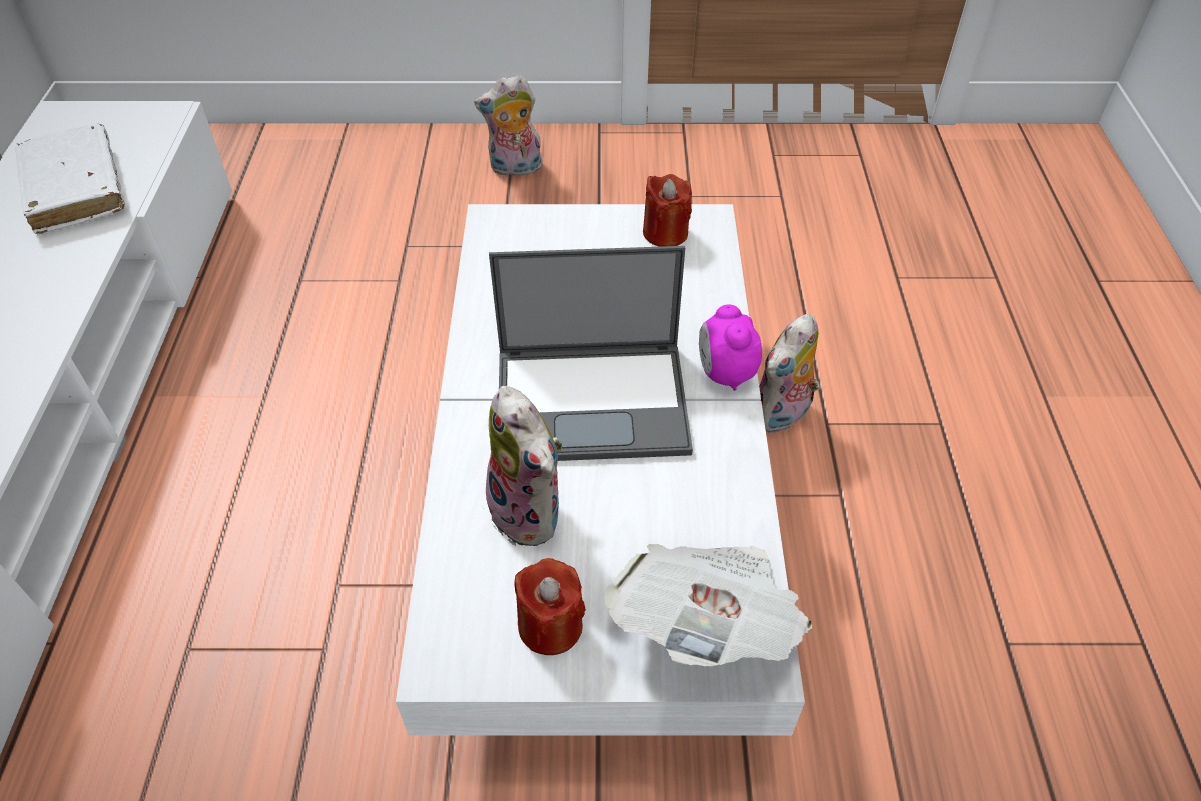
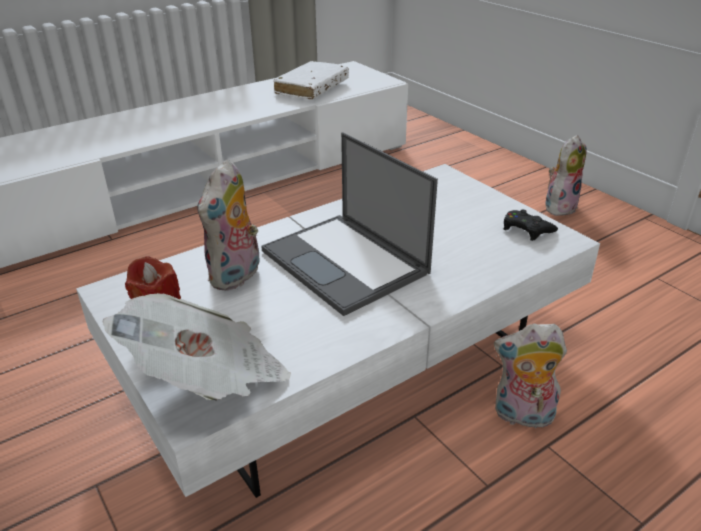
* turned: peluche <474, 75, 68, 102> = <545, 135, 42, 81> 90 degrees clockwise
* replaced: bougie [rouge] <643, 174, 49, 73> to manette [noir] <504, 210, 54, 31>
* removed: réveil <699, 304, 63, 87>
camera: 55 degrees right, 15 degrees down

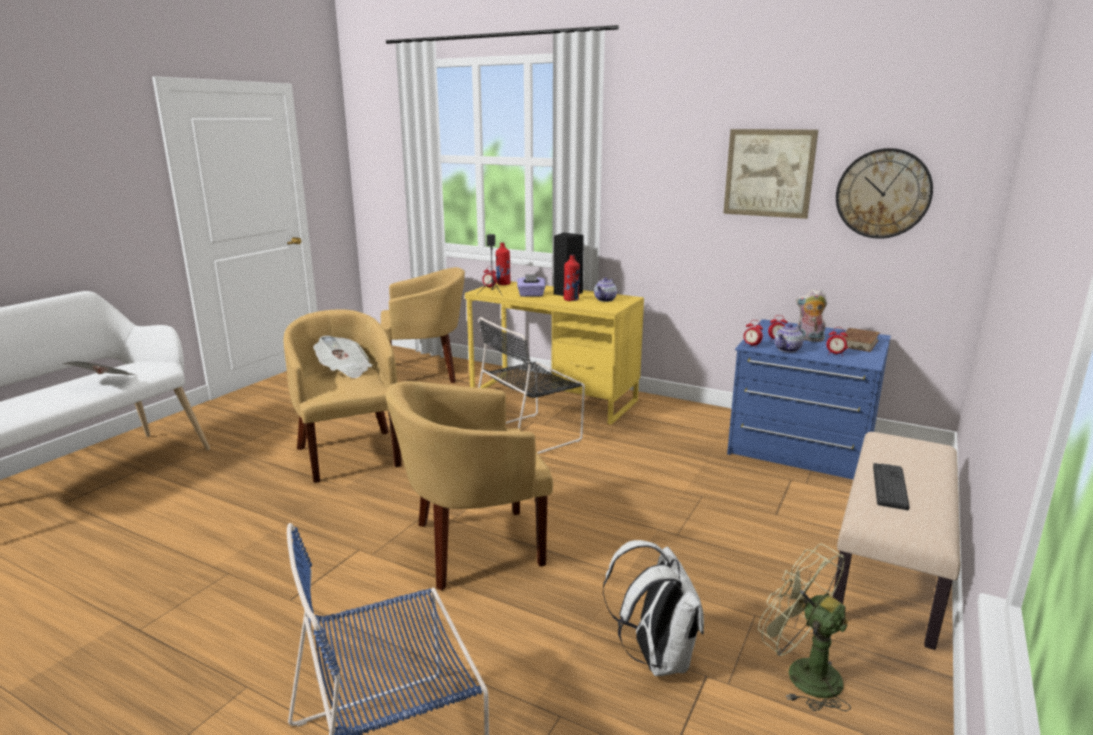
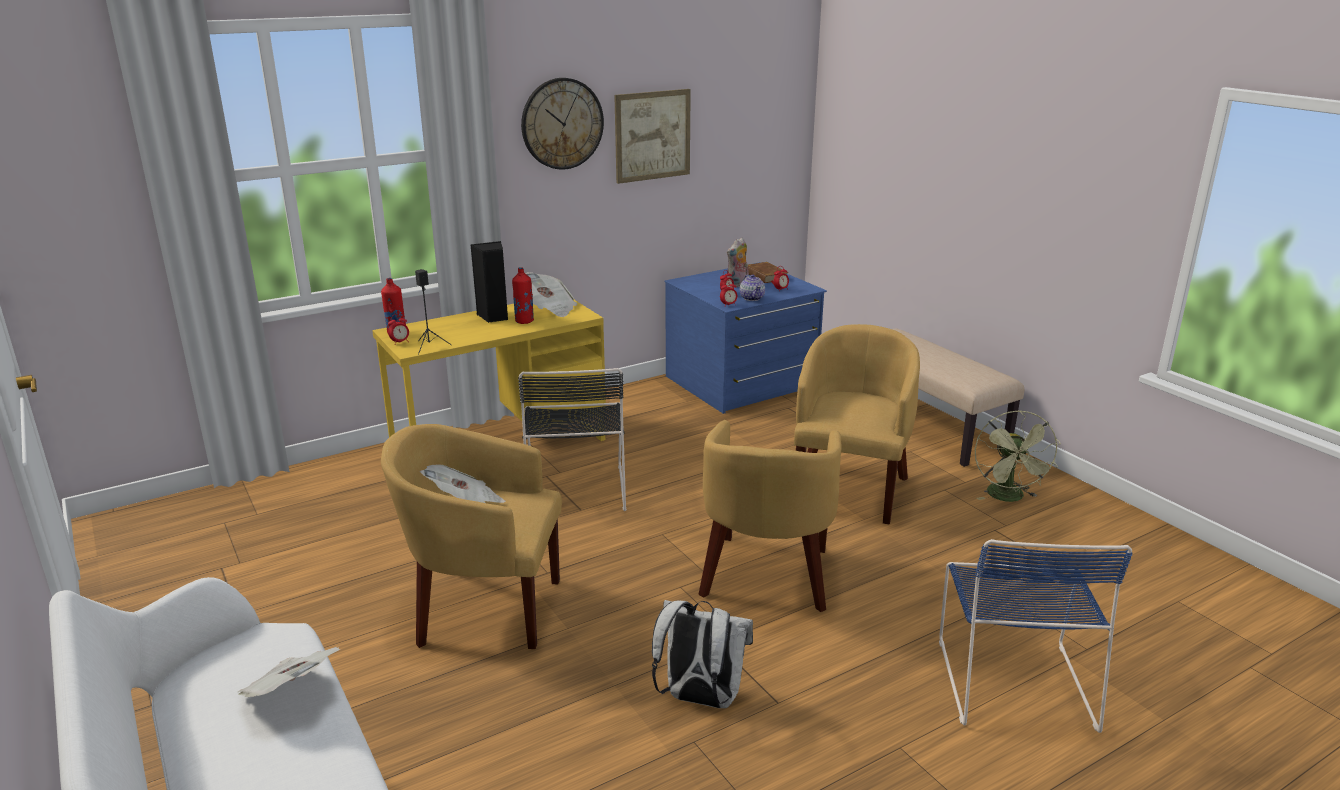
* moved: fauteuil [jaune] <380, 267, 85, 116> to <794, 324, 126, 200>
* removed: boîte à mouchoirs [violet] <517, 274, 29, 23>
* replaced: théière <594, 278, 23, 24> to journal <525, 272, 52, 45>
* moved: sac à dos [blanc] <603, 540, 101, 136> to <652, 600, 101, 108>
* turned: ventilateur [vert] <758, 544, 93, 167> = <975, 410, 86, 92> 75 degrees counterclockwise
* moved: horloge murale <836, 148, 97, 91> to <521, 78, 83, 92>
* removed: clavier <873, 463, 37, 47>
camera: 60 degrees left, 5 degrees up

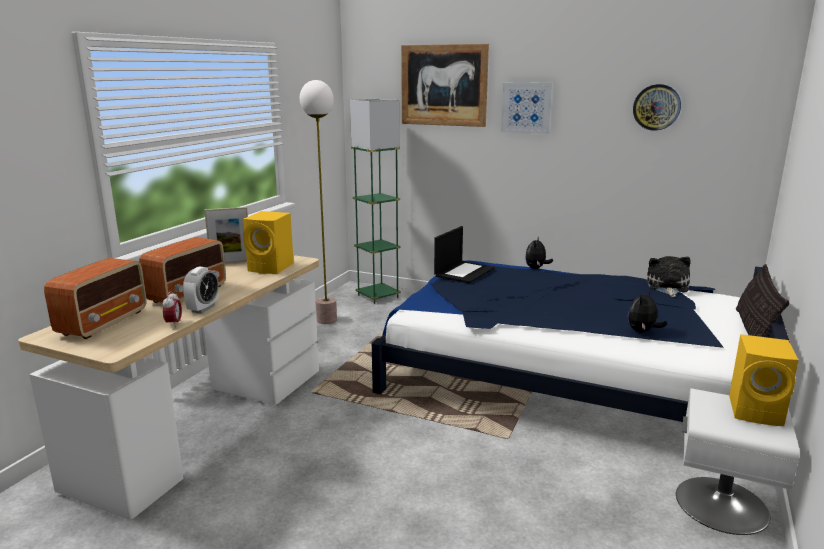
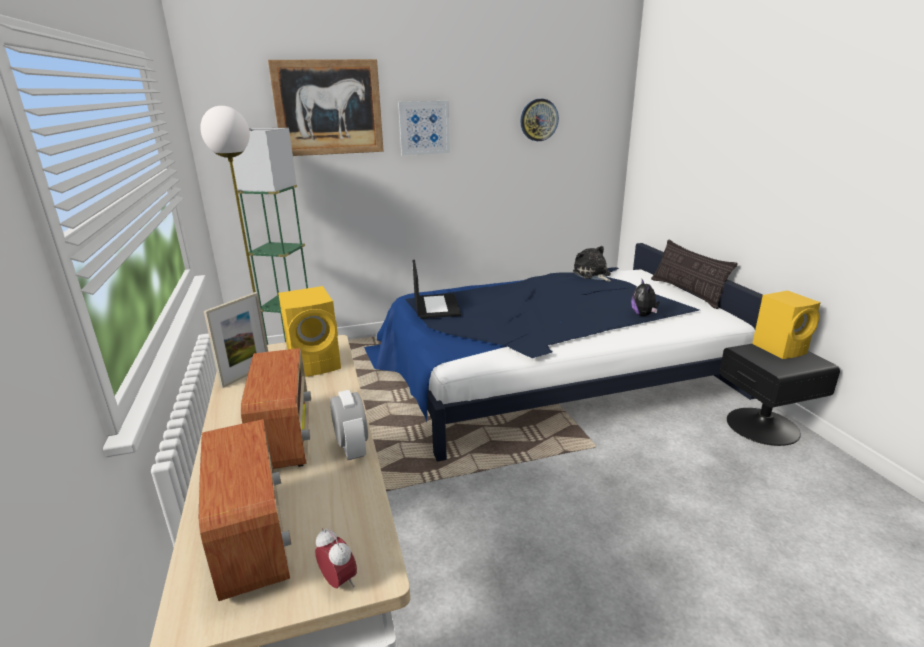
* moved: réveil <163, 291, 19, 36> to <315, 528, 42, 61>
* removed: peluche <525, 237, 28, 32>
* recoloured: table de chevet [blanc] <676, 388, 124, 147> to table de chevet [noir] <720, 344, 120, 102>
camera: 40 degrees left, 5 degrees up

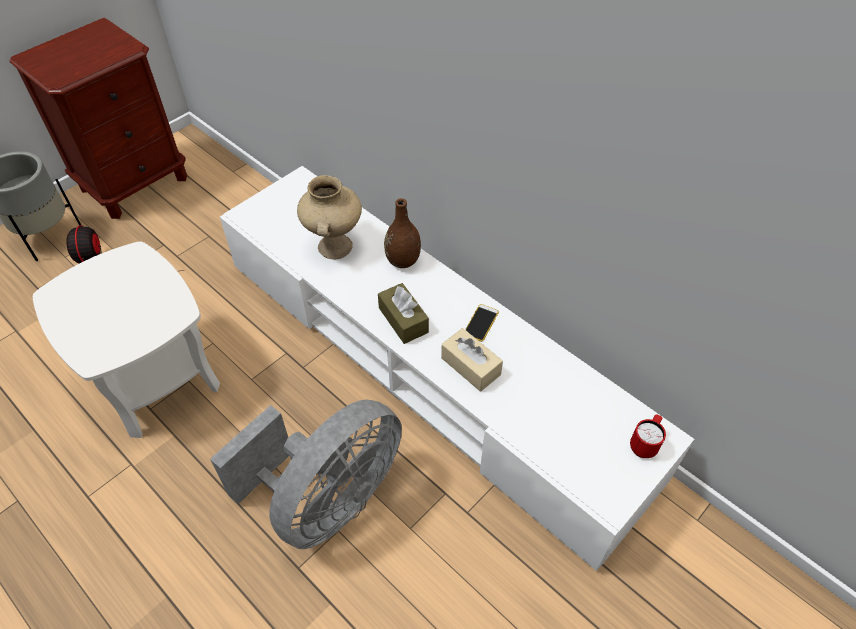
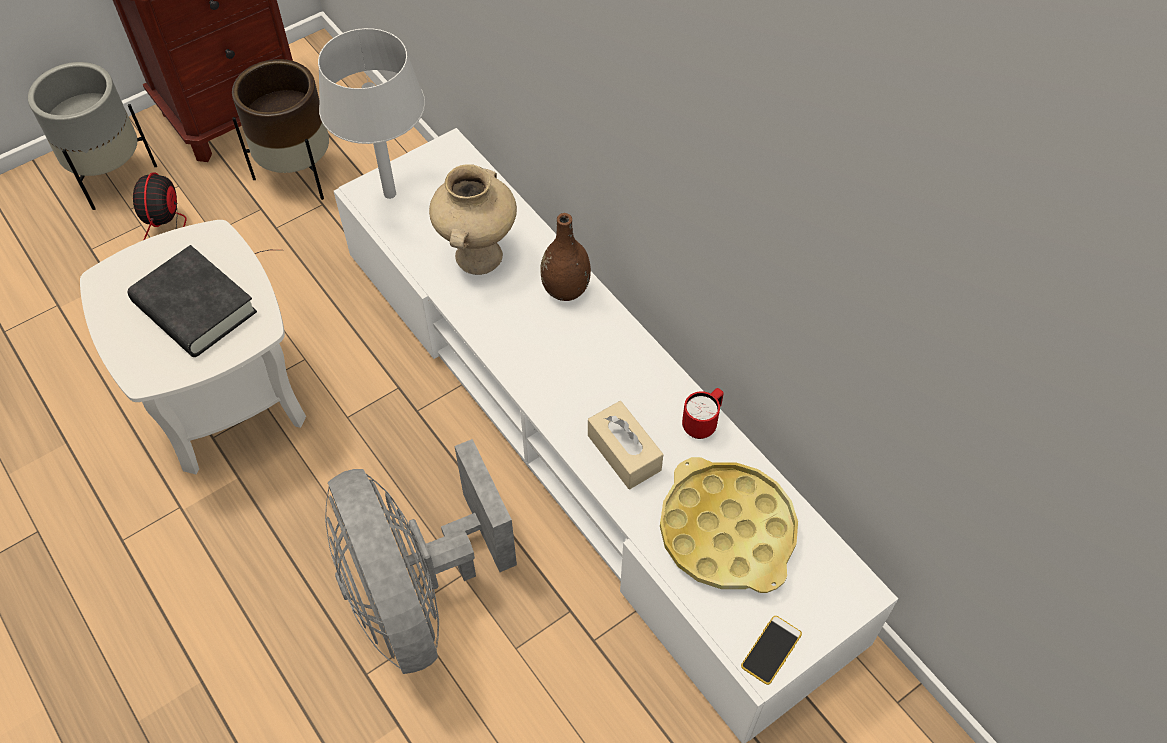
* turned: ventilateur [gris] <210, 399, 192, 150> = <325, 439, 192, 235> 105 degrees clockwise
* removed: boîte à mouchoirs [marron] <378, 283, 51, 61>
* moved: téléphone <465, 304, 34, 38> to <741, 616, 61, 69>
* moved: mug [rouge] <630, 414, 36, 44> to <682, 388, 42, 51>
* added: livre [noir] <127, 245, 130, 112>
* added: cache-pot [marron] <232, 59, 97, 141>
* added: lampe de table [gris] <318, 28, 107, 171>
* added: plateau [jaune] <660, 457, 138, 136>
camera: 10 degrees right, 5 degrees up

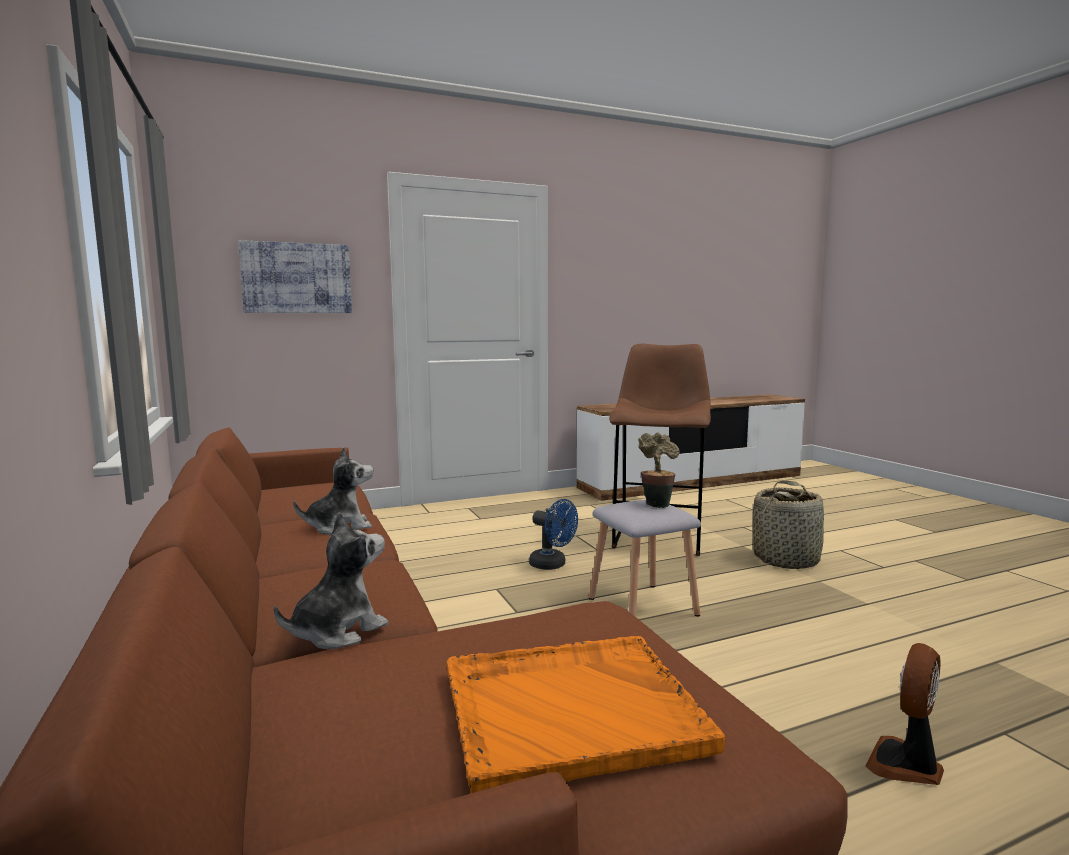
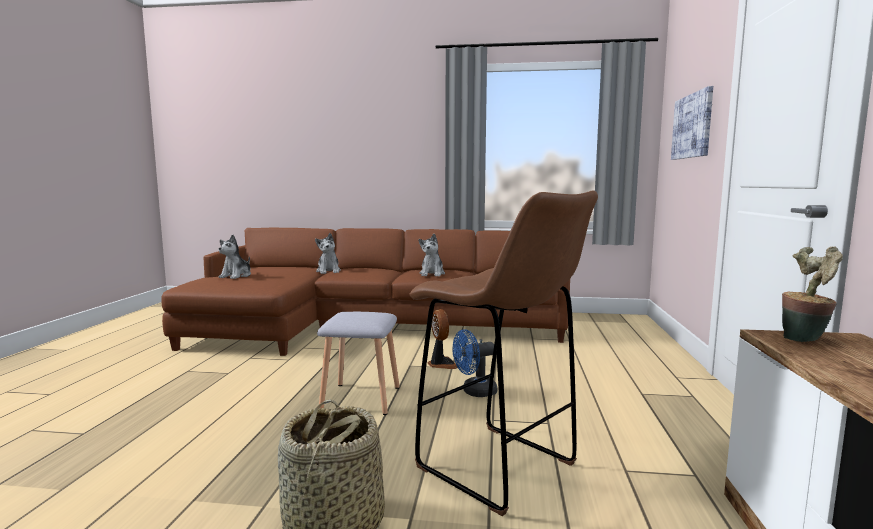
* replaced: plateau [orange] <446, 636, 279, 157> to peluche <218, 235, 33, 44>
* moved: plante en pot <638, 432, 42, 76> to <782, 246, 61, 96>
* moved: ventilateur <865, 643, 79, 142> to <428, 309, 30, 60>
camera: 120 degrees right, 0 degrees up

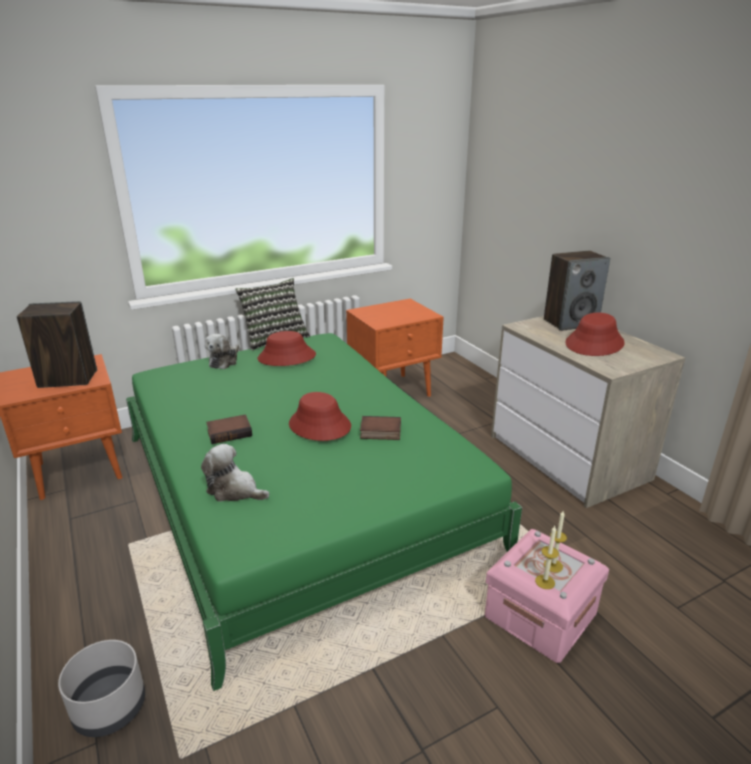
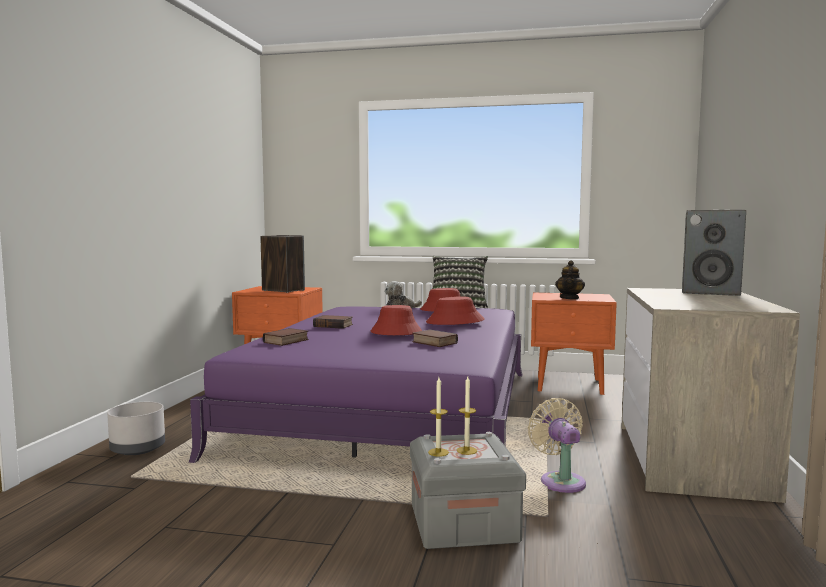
* recoloured: lit [vert] <126, 333, 396, 358> to lit [violet] <189, 307, 334, 156>
* replaced: peluche <201, 444, 68, 58> to livre <263, 328, 46, 18>
* recoloured: boîte de rangement [rose] <485, 529, 124, 134> to boîte de rangement [gris] <410, 432, 116, 117>
* moved: chapeau [rouge] <565, 313, 60, 43> to <426, 297, 59, 28>
* added: ventilateur [beige] <528, 398, 58, 95>
* added: théière <555, 260, 30, 40>
camera: 40 degrees right, 20 degrees down

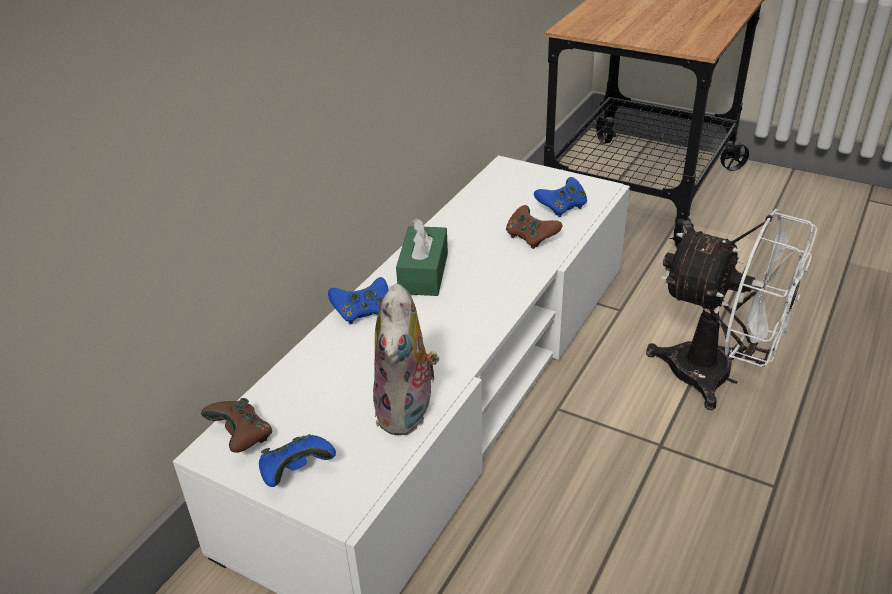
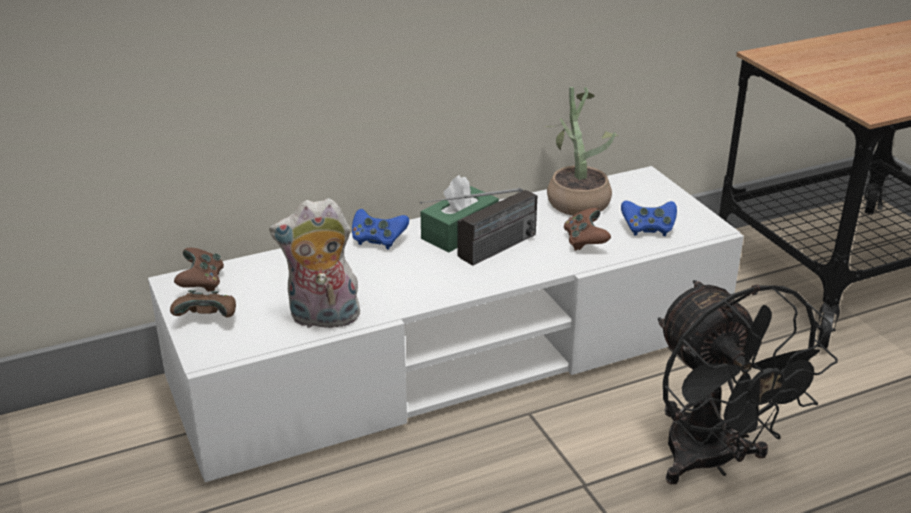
* recoloured: manette [bleu] <259, 434, 77, 53> to manette [marron] <170, 290, 66, 27>
* turned: peluche <373, 283, 66, 153> = <269, 198, 93, 134> 45 degrees clockwise
* recoloured: ventilateur [blanc] <646, 209, 171, 201> to ventilateur [noir] <658, 280, 180, 204>
* added: radio <420, 188, 117, 78>
* added: plante en pot <545, 87, 74, 129>
camera: 35 degrees right, 5 degrees down

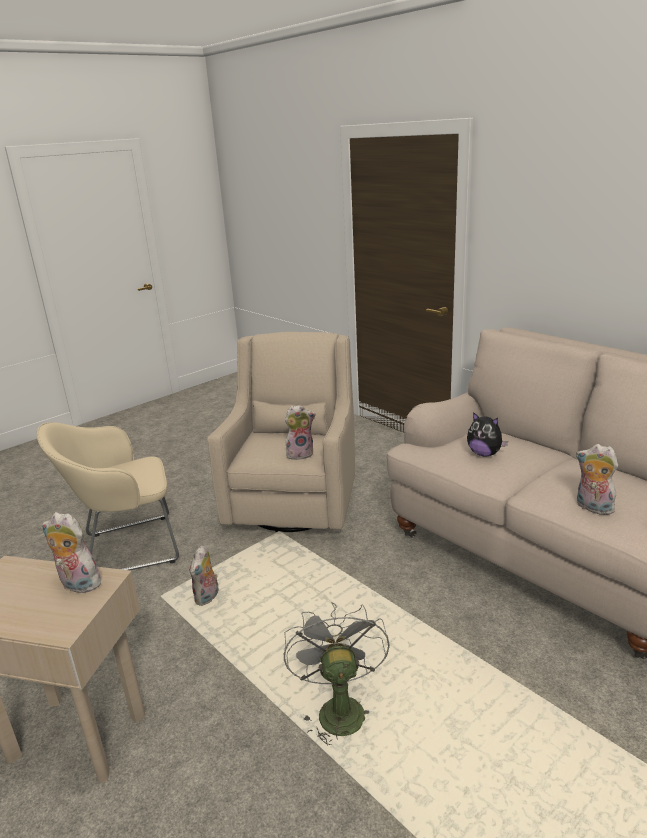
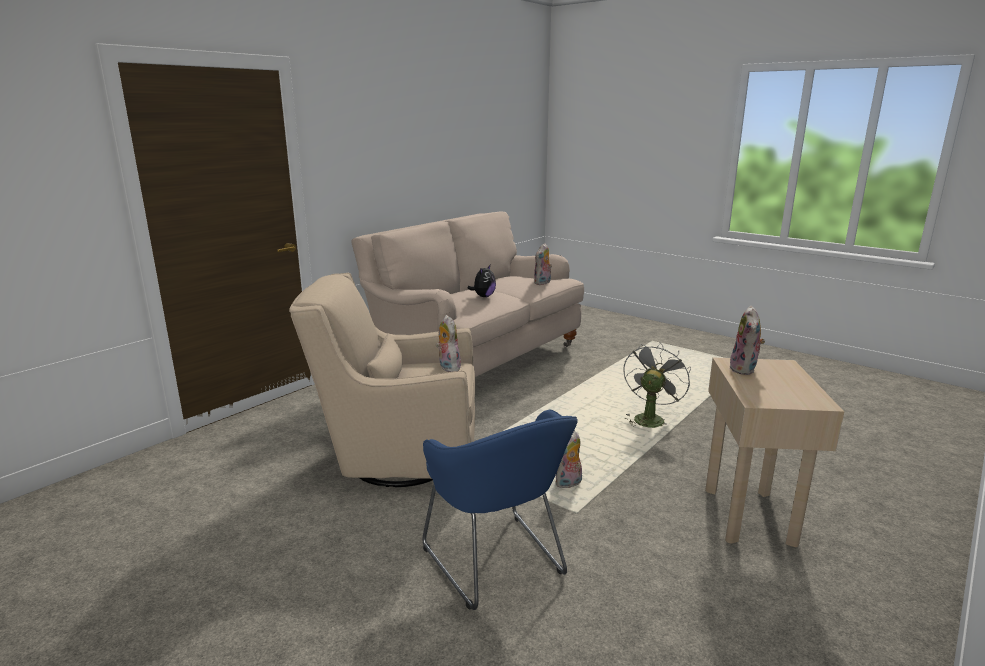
* recoloured: fauteuil [beige] <36, 422, 143, 148> to fauteuil [bleu] <423, 410, 155, 200>
* turned: peluche <190, 545, 29, 61> = <555, 431, 27, 57> 135 degrees clockwise
* turned: ventilateur [gris] <284, 603, 106, 142> = <623, 343, 68, 85> 135 degrees clockwise
camera: 100 degrees left, 5 degrees down

